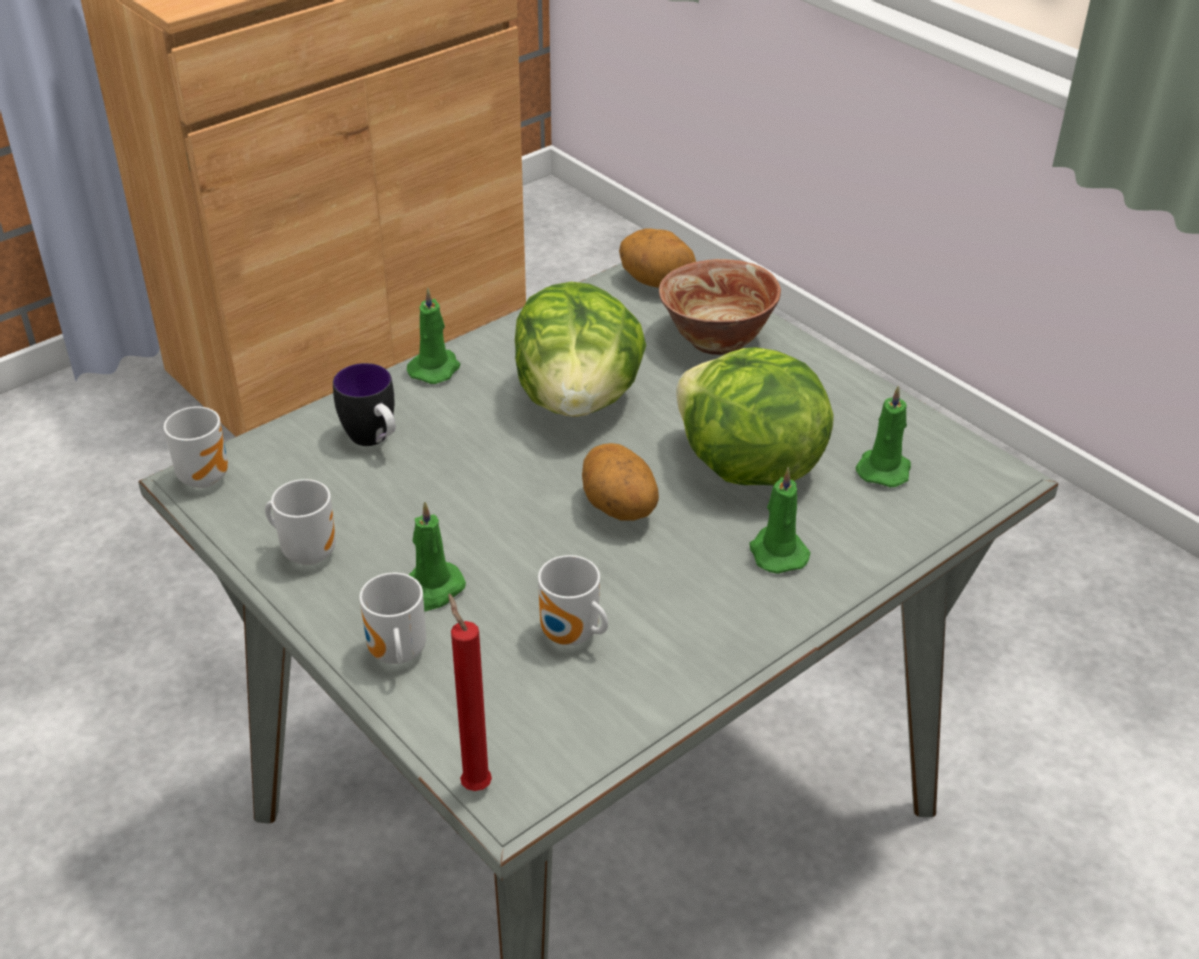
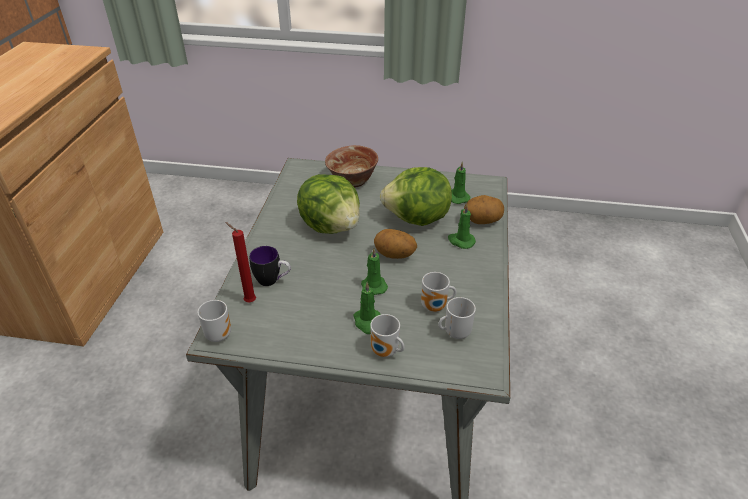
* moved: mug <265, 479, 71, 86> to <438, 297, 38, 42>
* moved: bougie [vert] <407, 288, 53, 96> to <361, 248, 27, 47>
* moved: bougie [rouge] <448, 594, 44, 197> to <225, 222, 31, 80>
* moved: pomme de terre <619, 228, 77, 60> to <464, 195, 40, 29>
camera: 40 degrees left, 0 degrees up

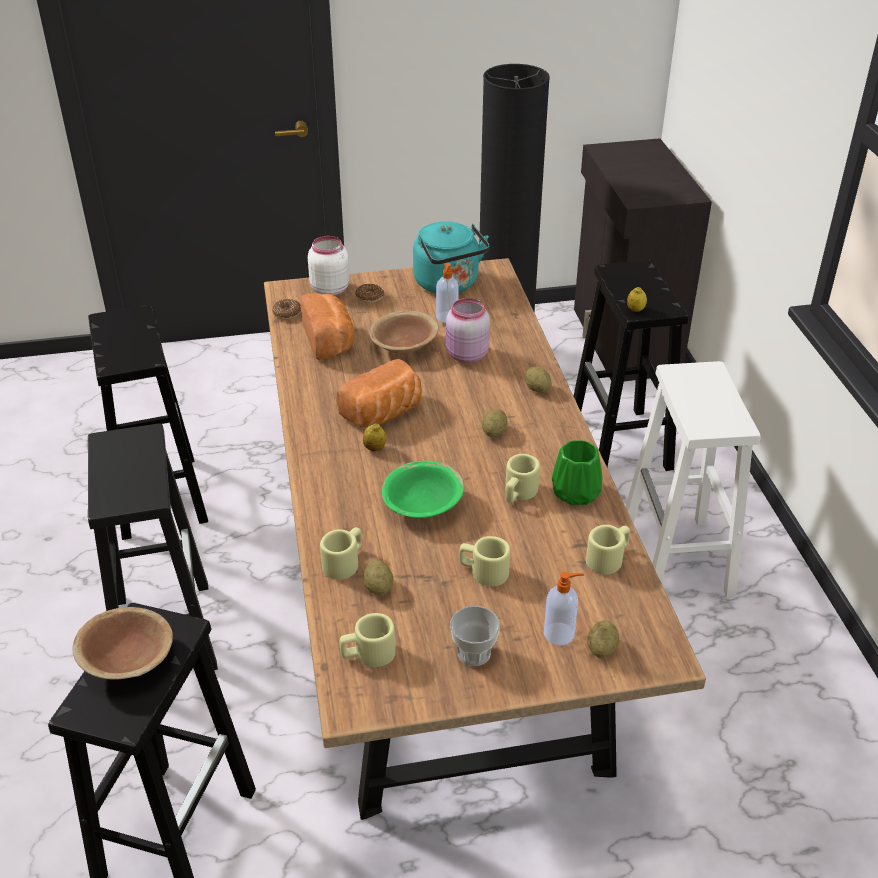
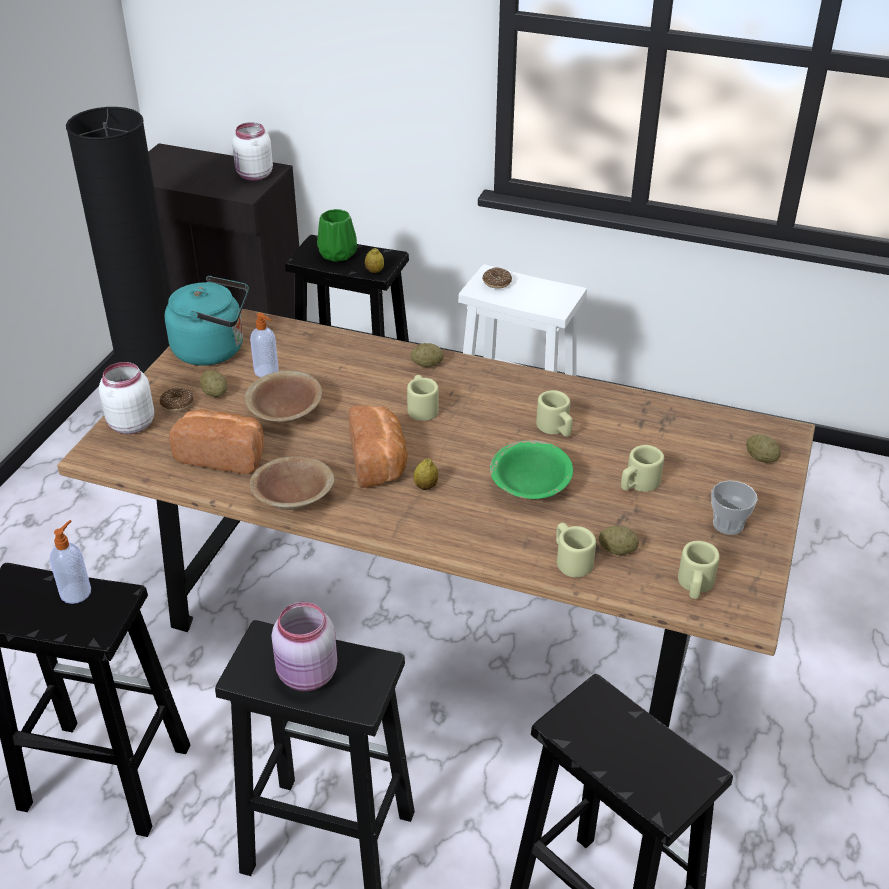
* moved: bol [marron] <72, 607, 101, 72> to <249, 456, 86, 54>
* moved: beignet <272, 299, 29, 21> to <482, 267, 30, 21>
* moved: bocal [rose] <446, 298, 44, 65> to <271, 602, 66, 89>
* moved: pomme de terre <482, 409, 26, 28> to <200, 370, 27, 27>
* moved: distributeur de savon <544, 572, 40, 74> to <50, 520, 41, 84>
* moved: vase [vert] <552, 440, 51, 65> to <317, 209, 40, 53>
* moved: mug [beige] <586, 525, 44, 50> to <407, 375, 32, 46>
* added: bocal [blanc] <232, 122, 41, 59>
camera: 60 degrees left, 0 degrees up

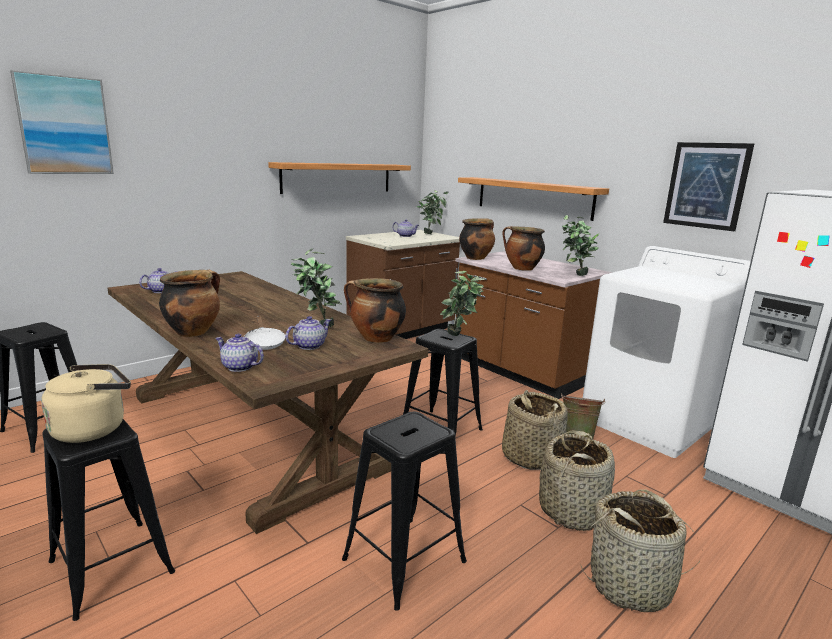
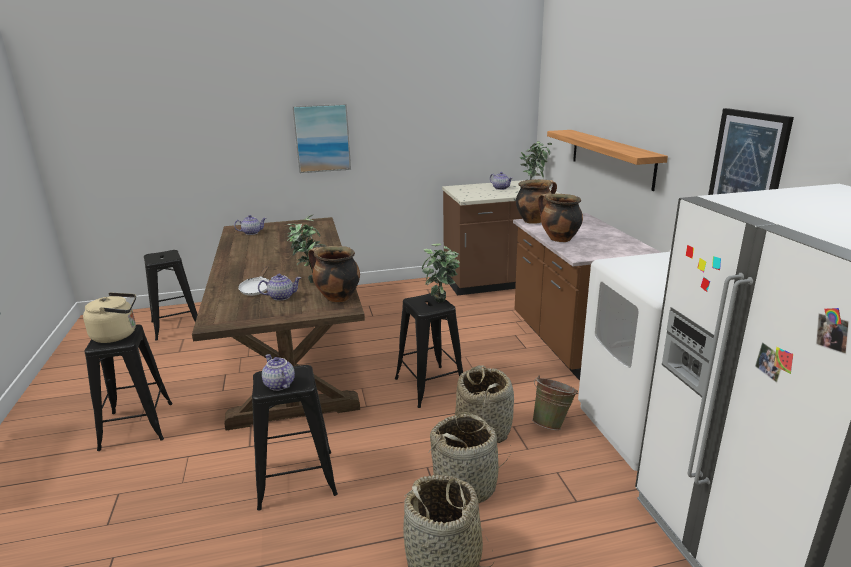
* moved: tableau <10, 70, 104, 104> to <292, 104, 59, 69>
* removed: marmite <159, 270, 61, 67>
* moved: théière <215, 334, 49, 38> to <262, 354, 33, 37>
* removed: étagère <268, 162, 143, 32>
* removed: plante en pot <562, 215, 37, 61>
camera: 30 degrees right, 5 degrees up

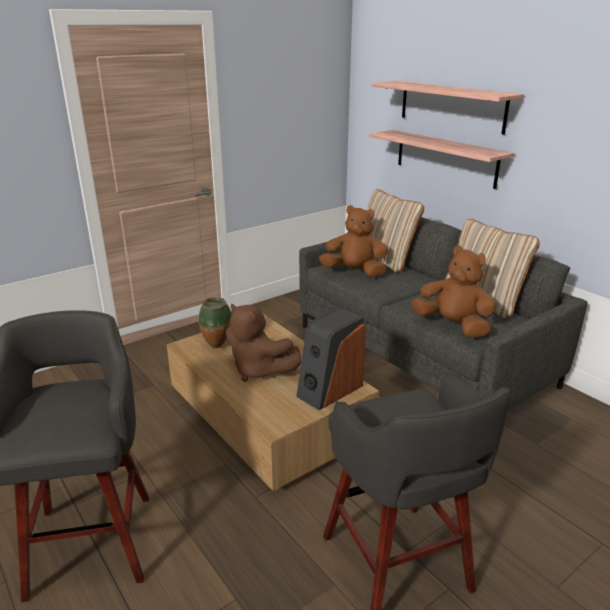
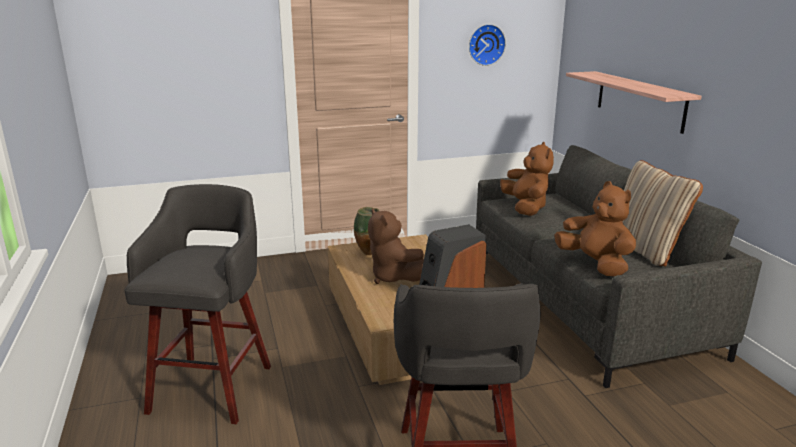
* turned: peluche [marron] <319, 205, 69, 72> = <500, 142, 54, 74> 45 degrees clockwise
* removed: coussin [beige] <367, 189, 57, 83>
* removed: étagère <371, 81, 153, 53>
* added: horloge murale <469, 24, 37, 42>
camera: 20 degrees right, 5 degrees down

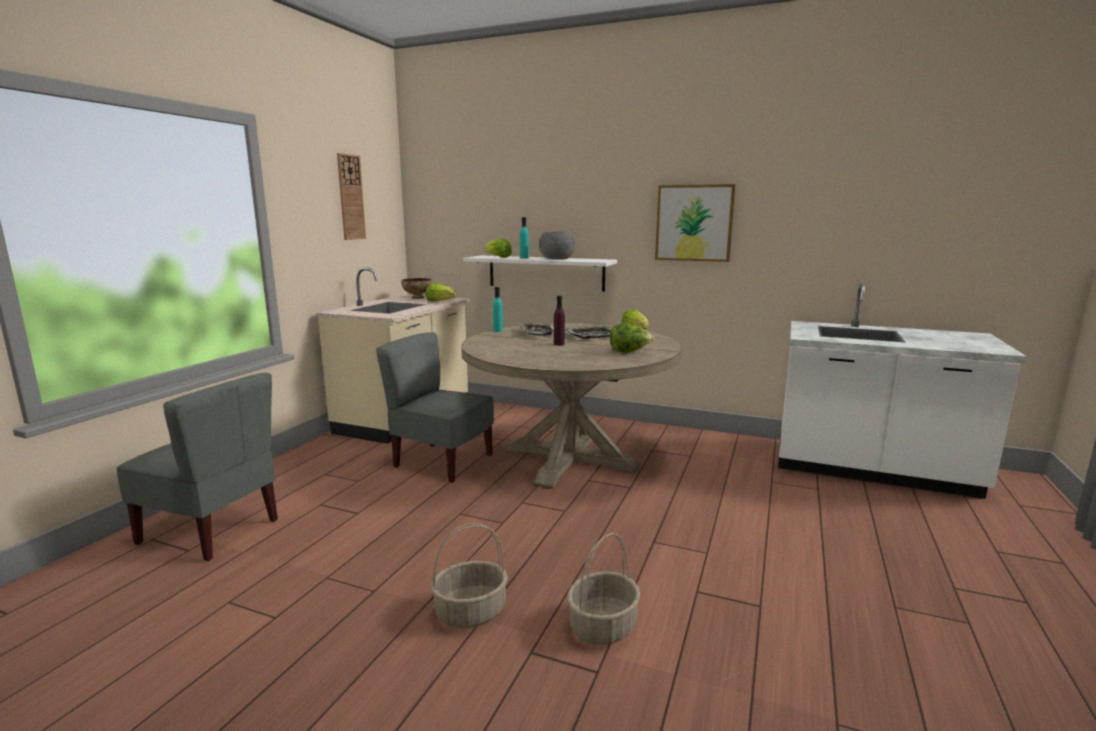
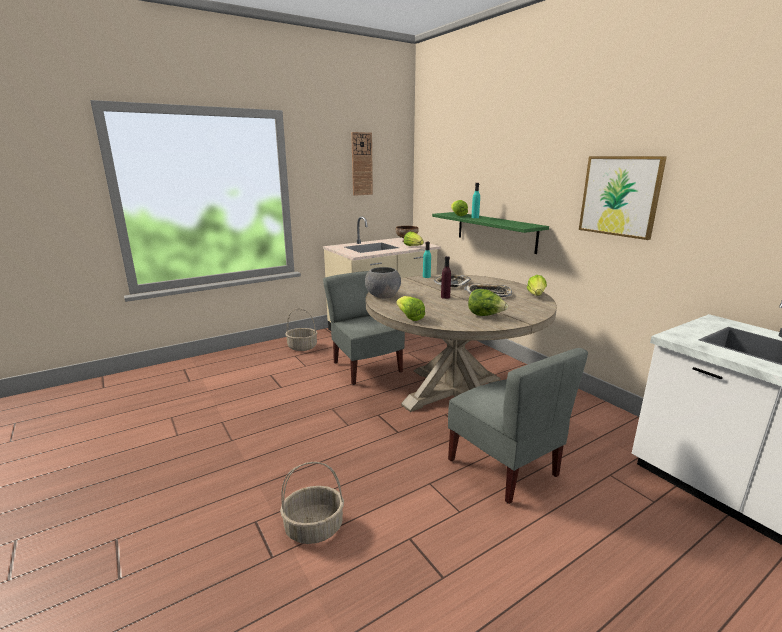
* moved: chaise [gris] <117, 373, 161, 188> to <448, 348, 140, 156>
* moved: panier <431, 523, 77, 105> to <285, 308, 32, 43>
* recoloured: étagère [blanc] <463, 255, 154, 37> to étagère [vert] <432, 212, 117, 42>
* moved: bol [gris] <539, 232, 36, 28> to <365, 267, 36, 31>
* added: laitue <397, 296, 28, 25>
camera: 35 degrees right, 5 degrees up

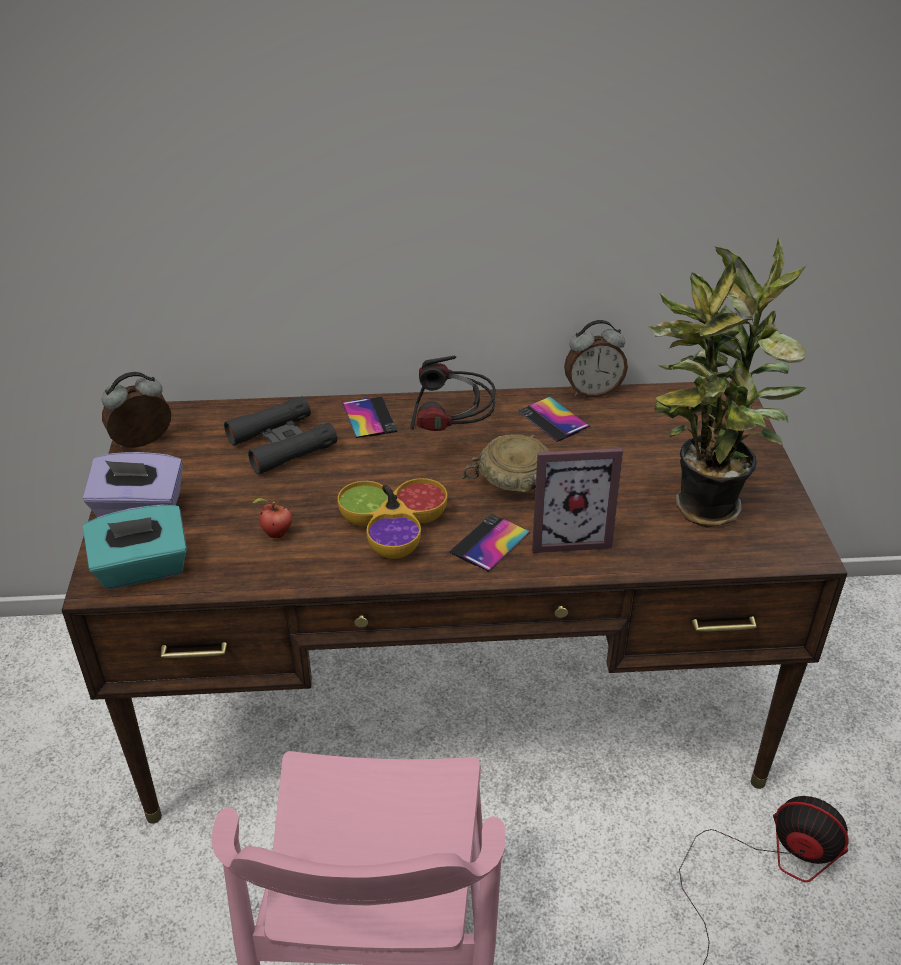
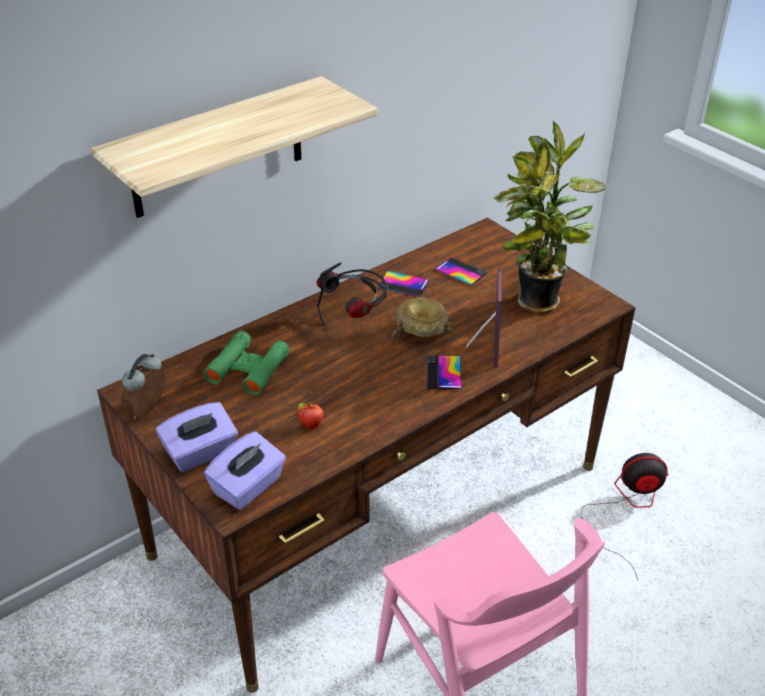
* recoloured: boîte à mouchoirs [turquoise] <83, 505, 104, 84> to boîte à mouchoirs [violet] <204, 431, 82, 79>
* recoloured: jumelles [noir] <224, 396, 113, 79> to jumelles [vert] <203, 331, 86, 64>
* removed: bol <337, 478, 111, 81>
* moved: téléphone <342, 396, 56, 42> to <435, 257, 53, 29>
* turned: cadre photo <532, 448, 91, 105> = <466, 268, 36, 99> 45 degrees counterclockwise
* removed: réveil <564, 320, 64, 78>
* added: étagère <91, 76, 287, 142>
camera: 35 degrees left, 0 degrees up

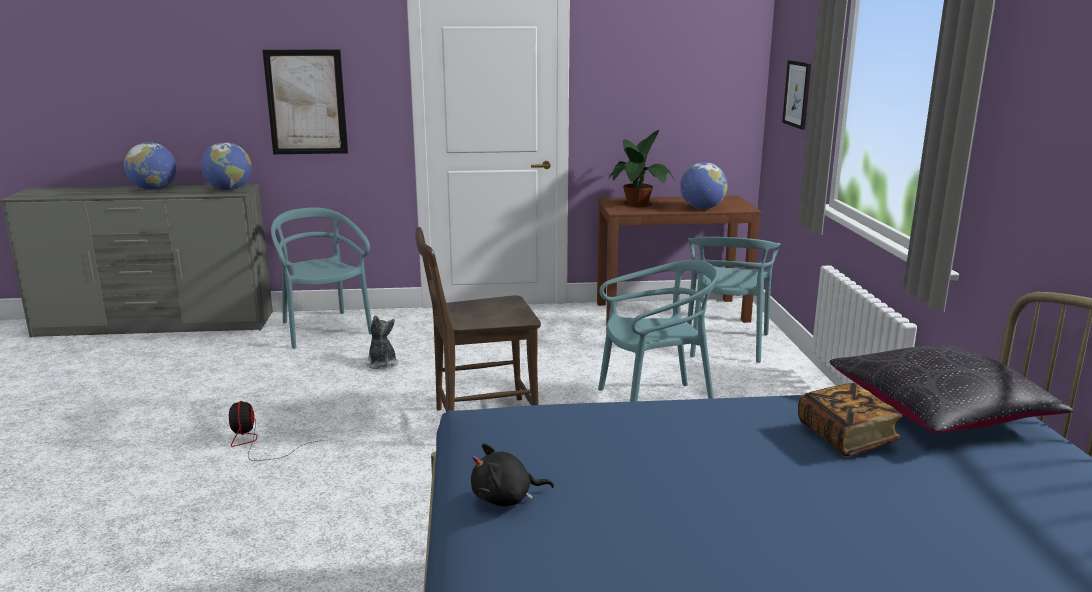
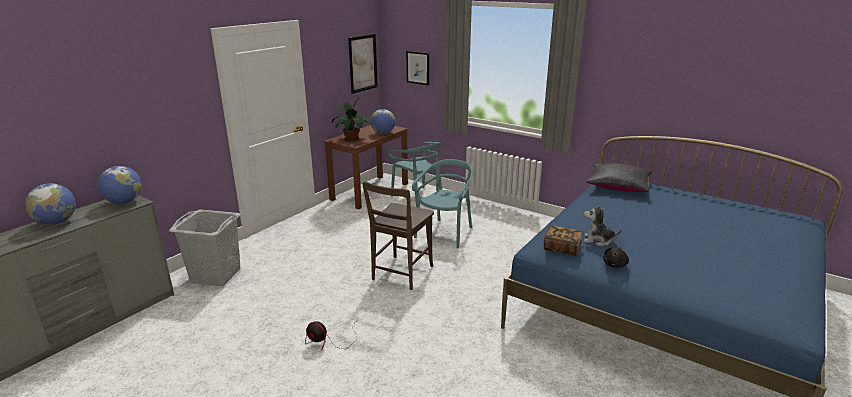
* moved: tableau <262, 49, 86, 105> to <348, 34, 30, 60>
* replaced: chaise [turquoise] <271, 207, 101, 142> to panier à linge [gris] <169, 209, 72, 77>
* moved: peluche <367, 315, 32, 54> to <584, 204, 38, 42>
* moved: livre <798, 383, 104, 73> to <544, 225, 39, 31>
camera: 50 degrees left, 5 degrees up

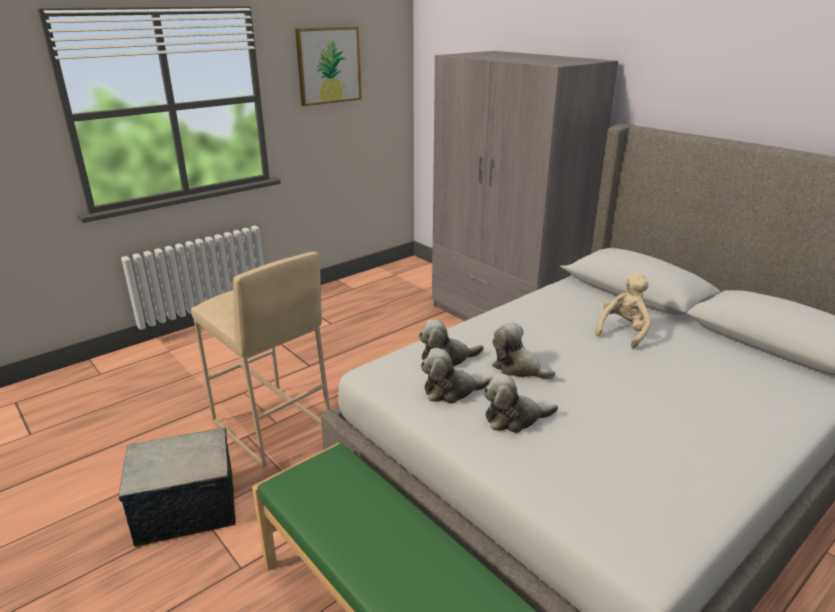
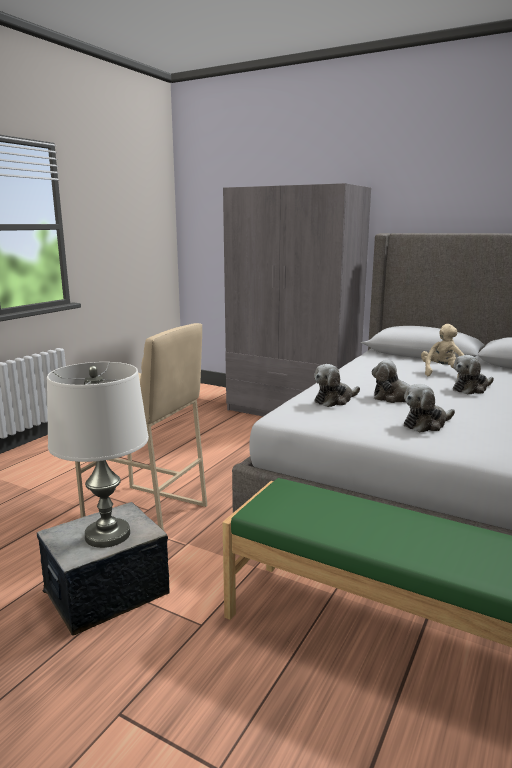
* removed: tableau <295, 26, 67, 80>
* moved: peluche <420, 348, 71, 55> to <453, 355, 41, 40>
* added: lampe de table [blanc] <47, 362, 102, 186>
camera: 20 degrees left, 10 degrees down

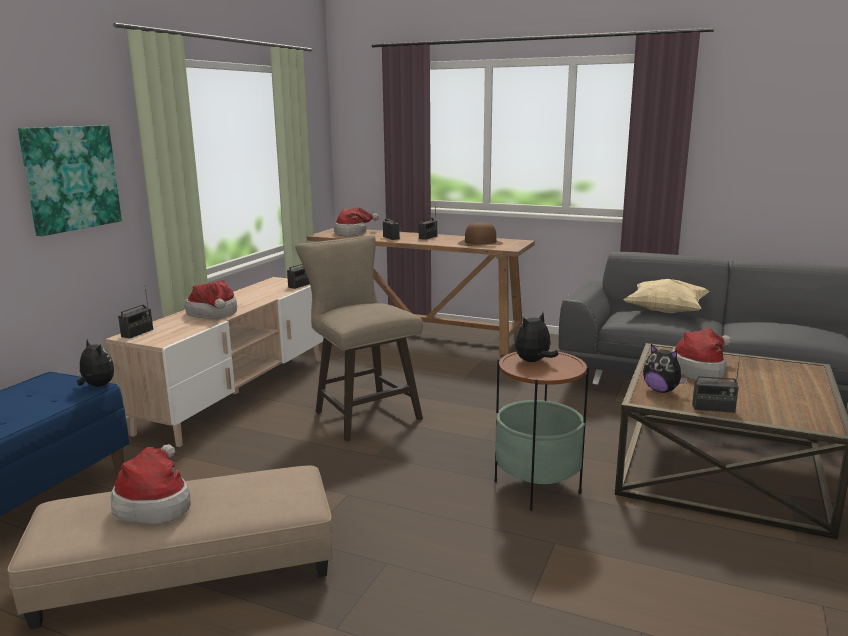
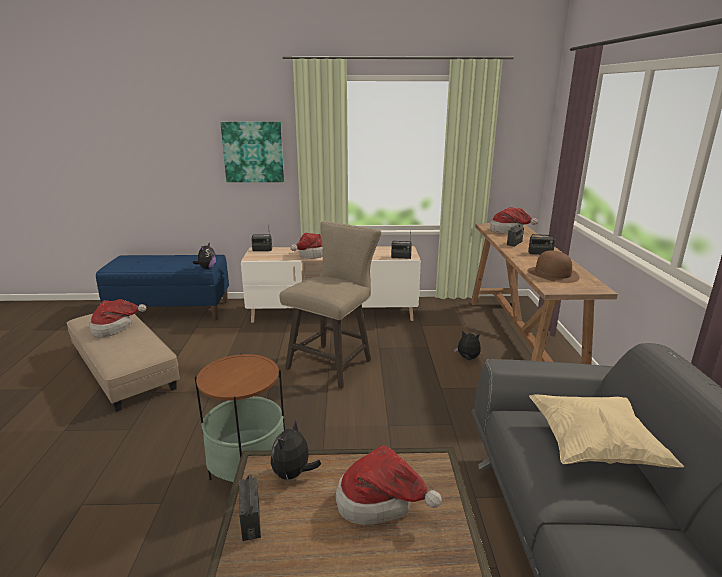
* moved: peluche <515, 313, 44, 49> to <454, 331, 27, 30>
camera: 65 degrees right, 5 degrees up

